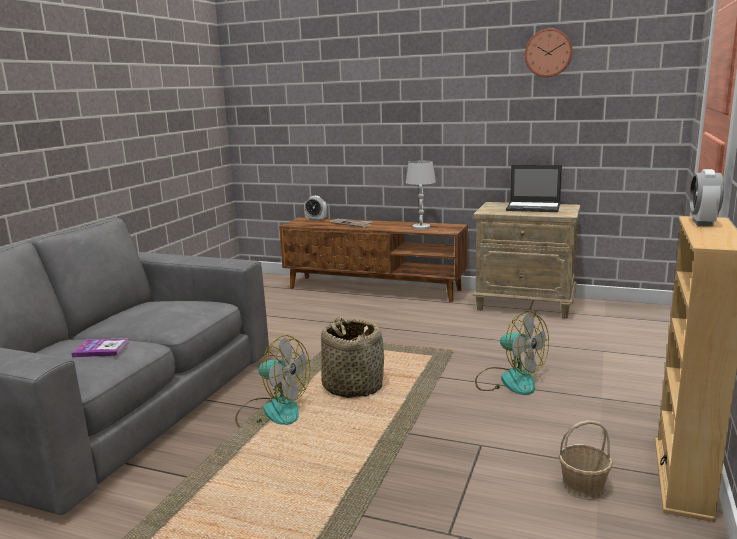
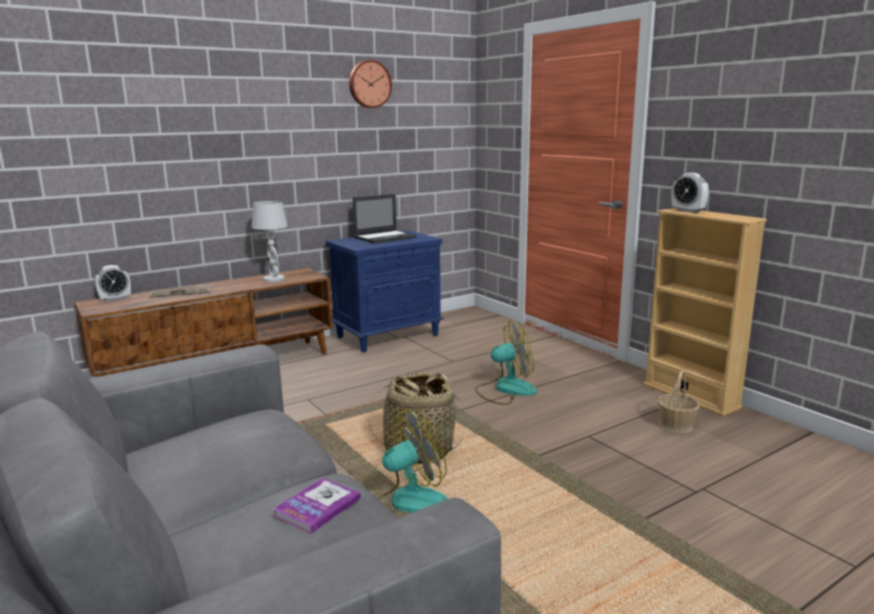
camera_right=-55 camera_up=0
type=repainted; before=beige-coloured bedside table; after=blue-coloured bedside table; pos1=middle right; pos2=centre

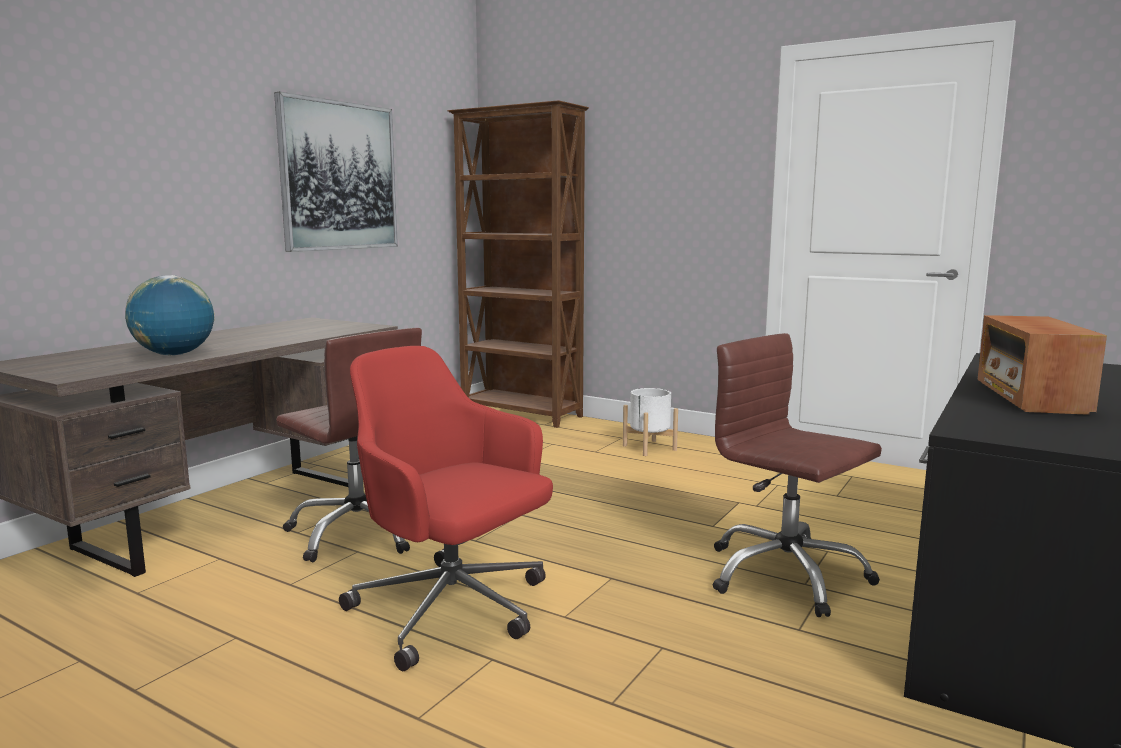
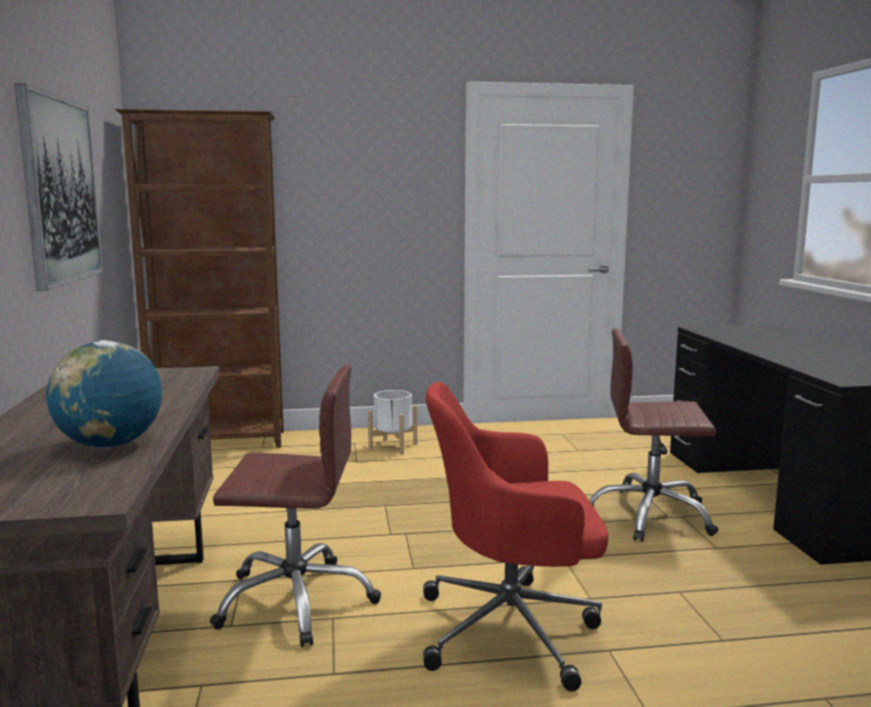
camera_right=-40 camera_up=0
type=gone; before=radio; pos1=middle right

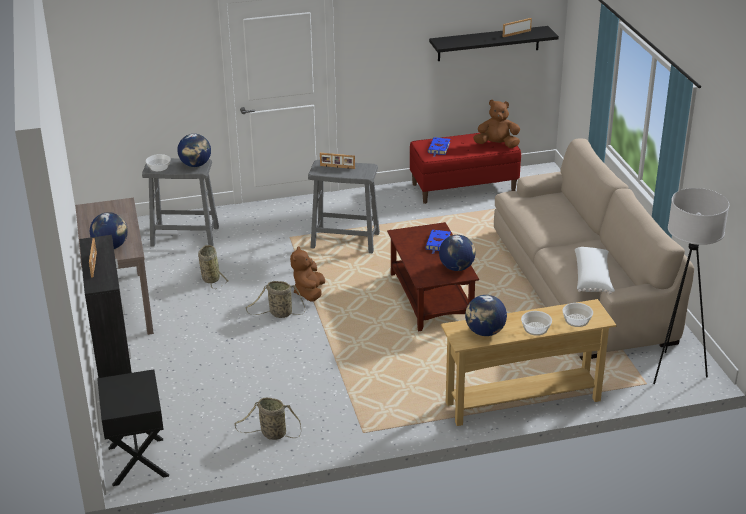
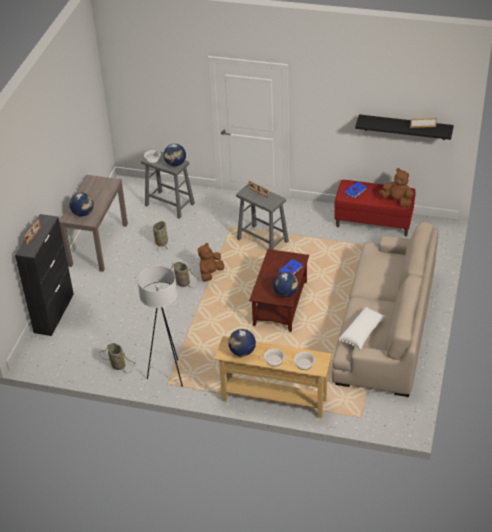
camera_right=30 camera_up=10
type=gone; before=blackish bedside table; pos1=bottom left
type=shifted; before=white-coloured floor lamp; pos1=middle right; pos2=middle left

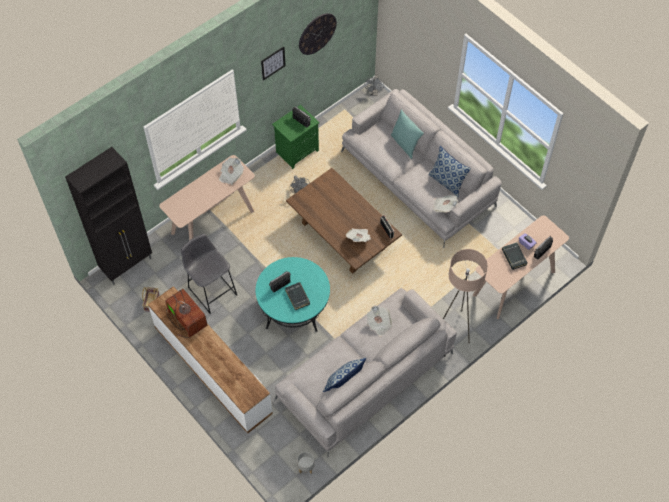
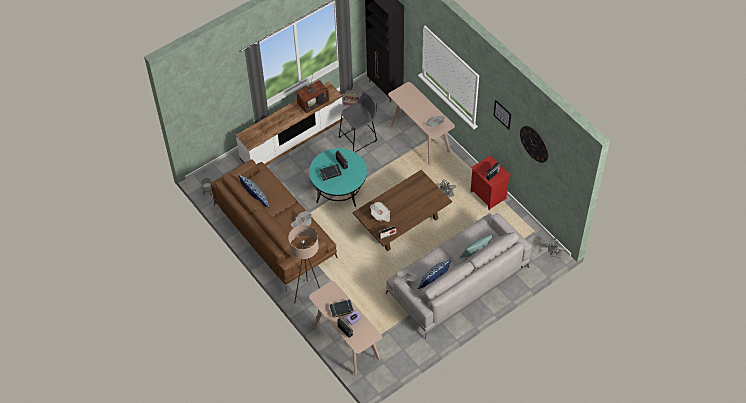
camera_right=95 camera_up=-5
type=repainted; before=green-coloured bedside table; after=red bedside table; pos1=top centre; pos2=centre
type=repainted; before=gray couch (no. 1 from left); after=brown-coloured couch; pos1=bottom centre; pos2=centre

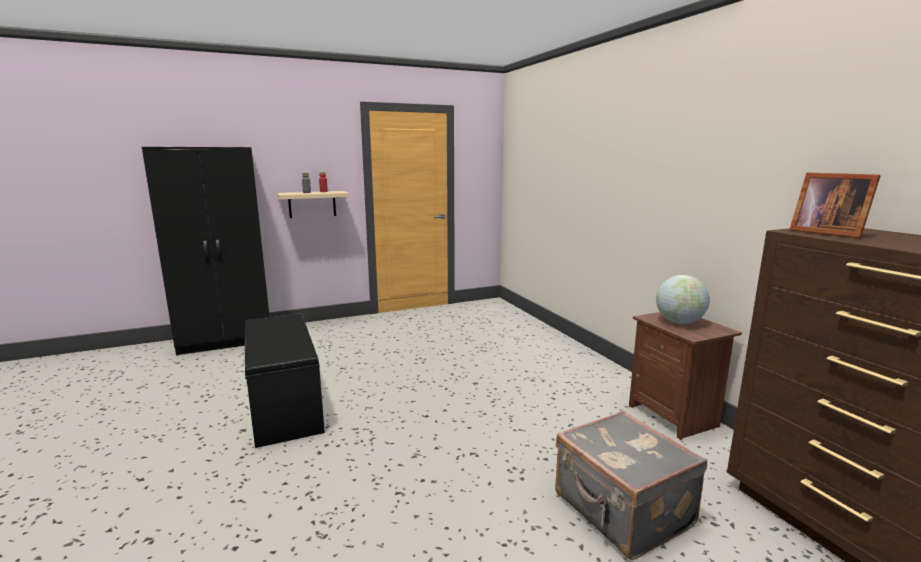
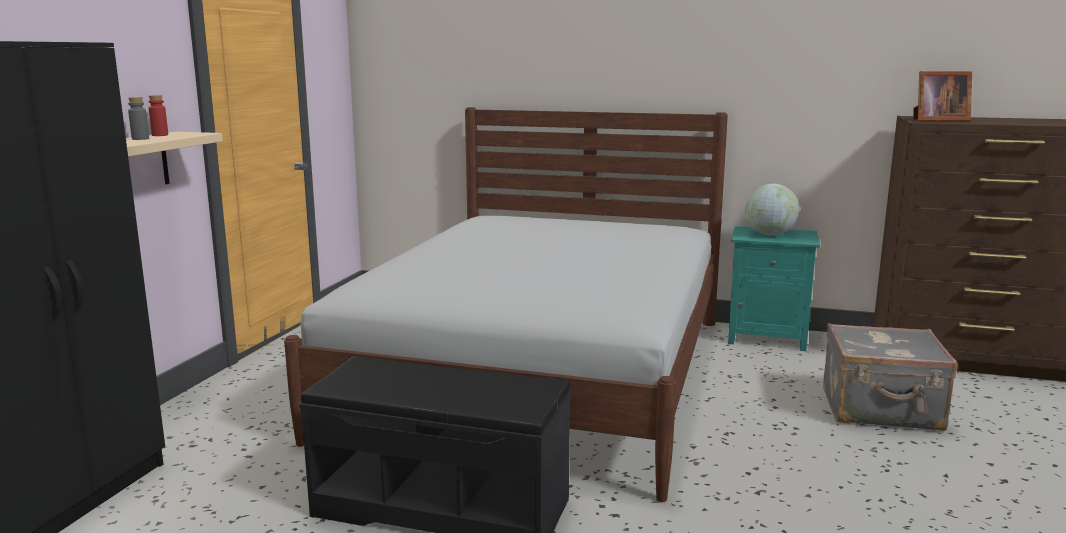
camera_right=-50 camera_up=0
type=repainted; before=brown-coloured bedside table; after=turquoise-coloured bedside table; pos1=bottom right; pos2=middle right
type=new; after=white-coloured bed; pos2=centre

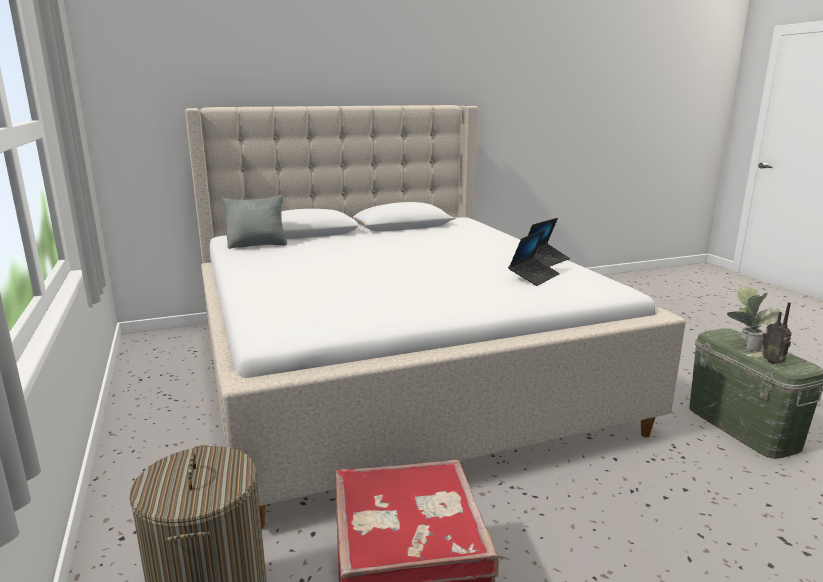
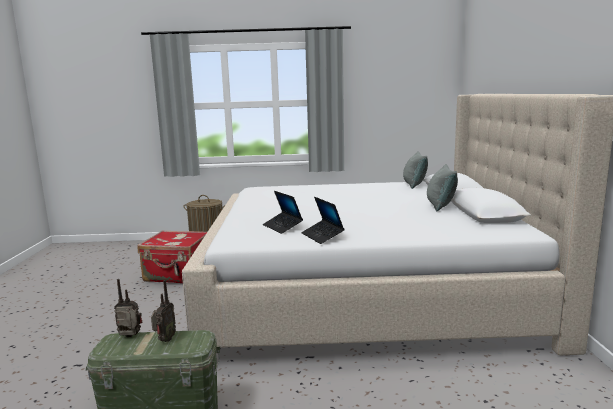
camera_right=110 camera_up=-5
type=swapped; before=plant in a pot; after=radio (no. 2 from left); pos1=middle right; pos2=bottom left
type=new; after=gray throw pillow (no. 2 from left); pos2=middle right

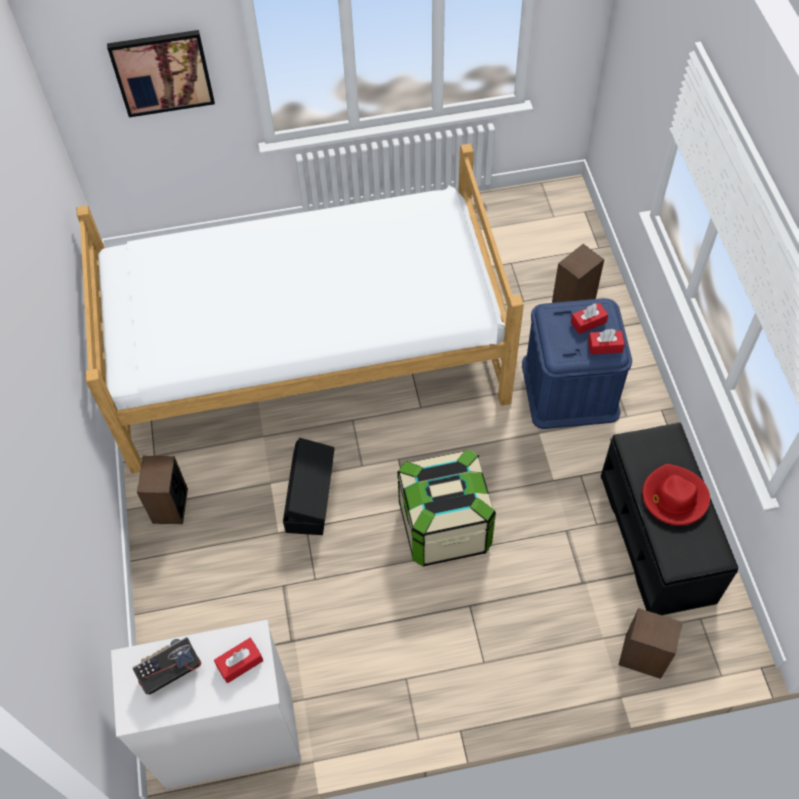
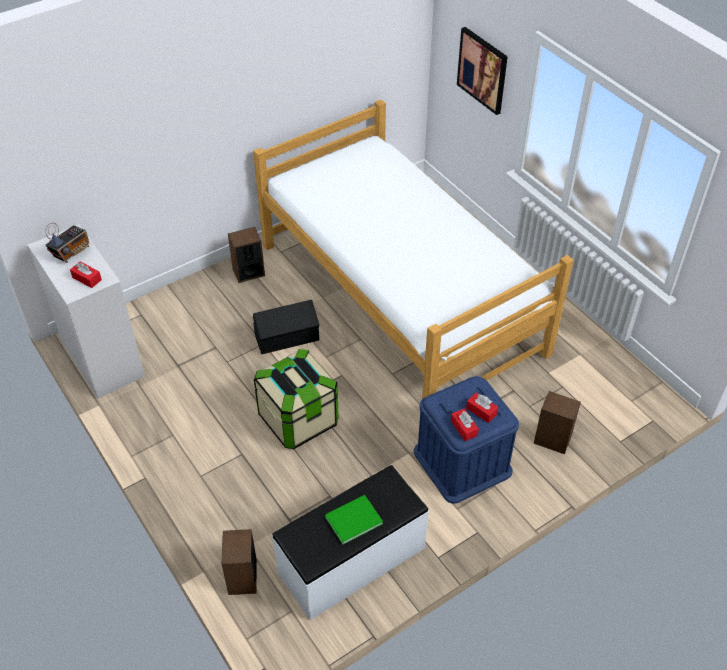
camera_right=65 camera_up=-10
type=rotated; before=radio; pos1=bottom left; pos2=middle left; turn=90
type=repainted; before=blackish long seat; after=white-coloured long seat; pos1=middle right; pos2=bottom centre
type=swapped; before=red wearable hat; after=green-coloured bound book; pos1=middle right; pos2=bottom centre

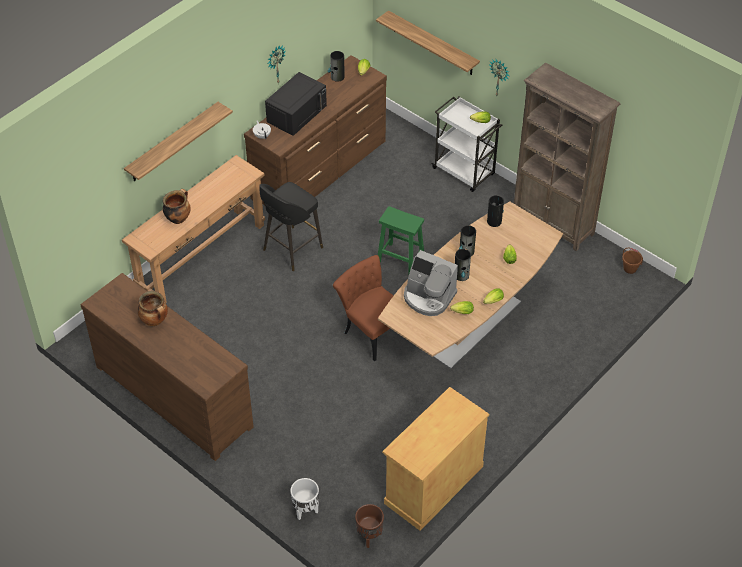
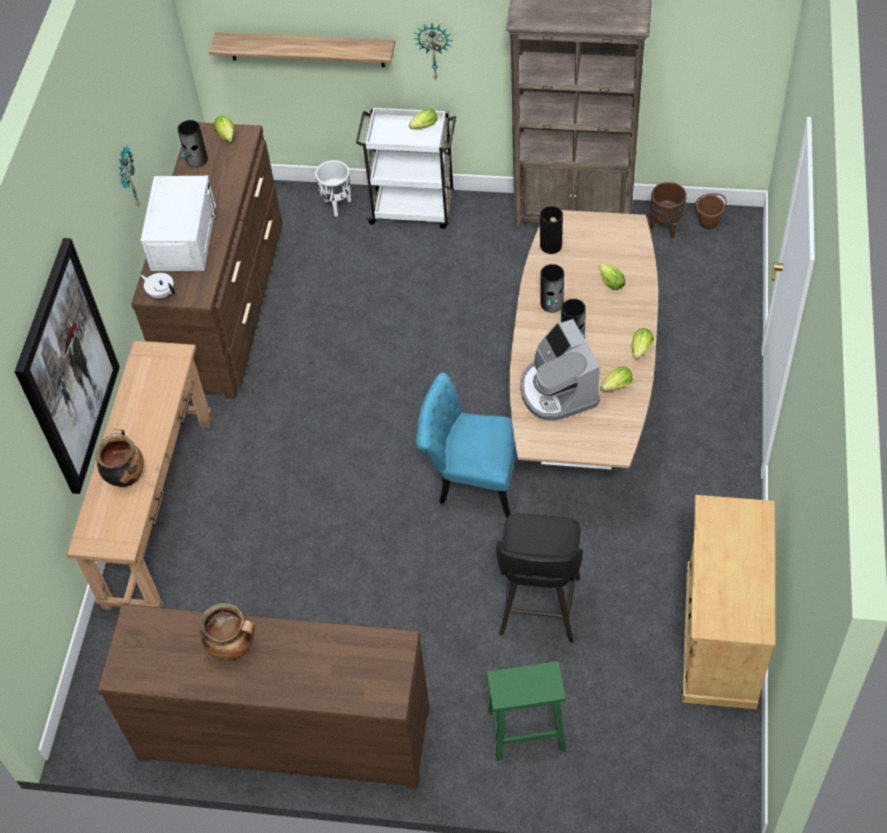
camera_right=-30 camera_up=5
type=swapped; before=bracket shelf (no. 1 from left); after=wall picture; pos1=top left; pos2=middle left
type=shifted; before=blackish stool; pos1=centre; pos2=bottom centre
type=repainted; before=blackish microwave oven; after=white-coloured microwave oven; pos1=top centre; pos2=top left
type=shifted; before=white-coloured flower pot; pos1=bottom centre; pos2=top centre
type=repainted; before=brown-coloured plain chair; after=turquoise-coloured plain chair; pos1=centre; pos2=centre
type=shifted; before=brown-coloured flower pot; pos1=bottom centre; pos2=top right
type=shifted; before=green-coloured stool; pos1=centre; pos2=bottom centre
type=rotated; before=coffee brewer; pos1=centre; pos2=centre; turn=75

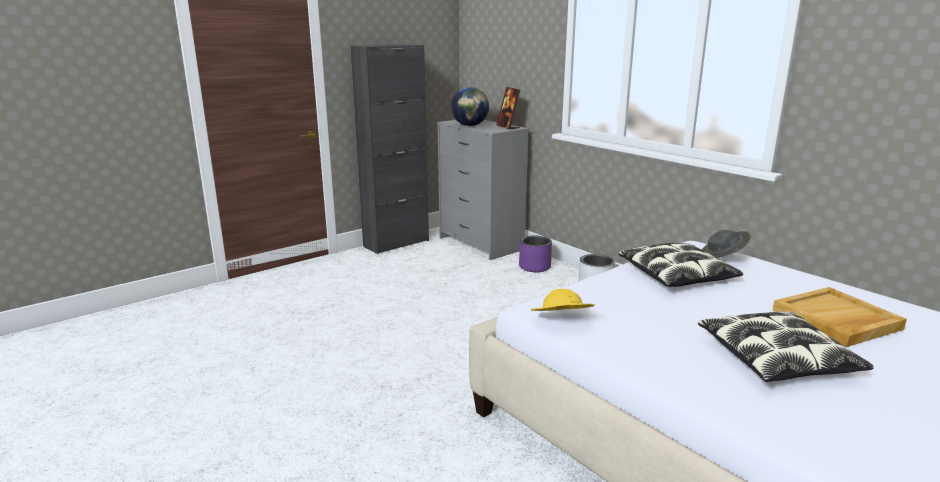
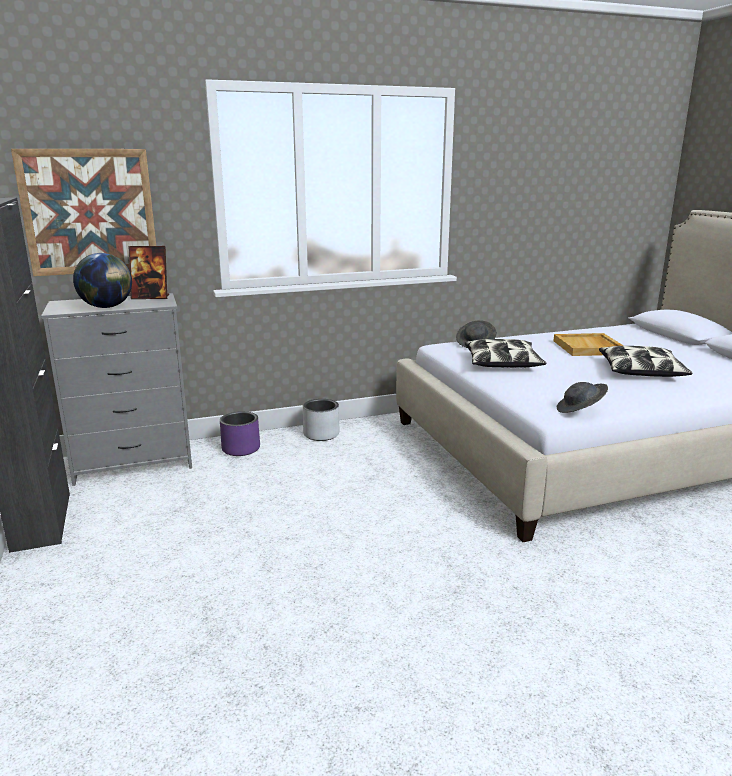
camera_right=-70 camera_up=0
type=repainted; before=yellowish wearable hat; after=gray wearable hat (no. 2 from left); pos1=centre; pos2=middle right
type=new; after=wall picture; pos2=top left

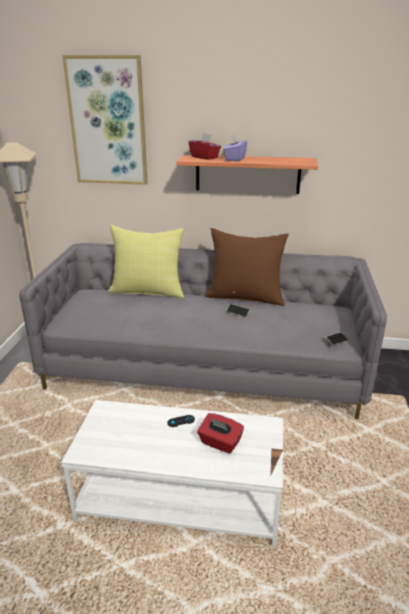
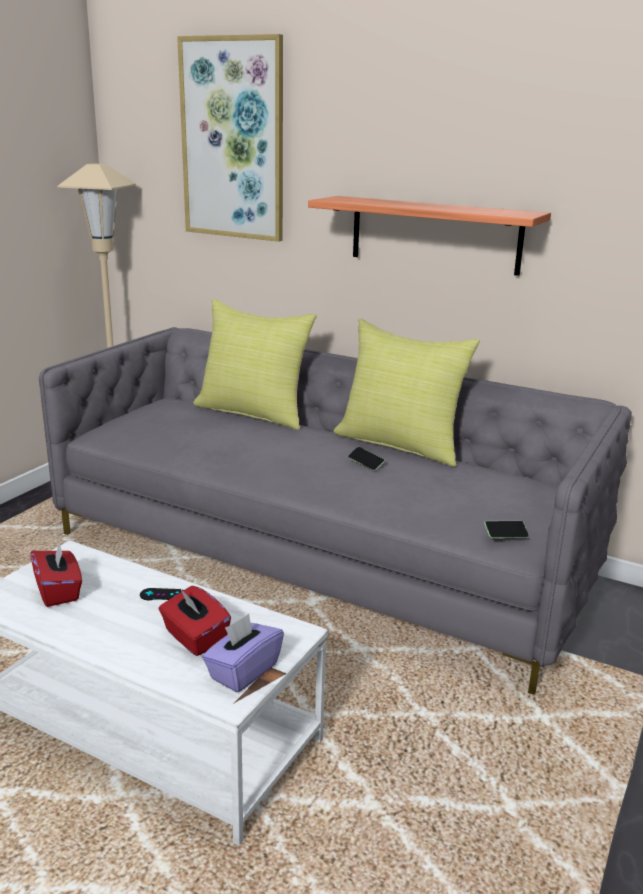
camera_right=20 camera_up=-5
type=shifted; before=red tissue box (no. 1 from left); pos1=top centre; pos2=middle left
type=repainted; before=brown-coloured throw pillow; after=yellowish throw pillow (no. 2 from left); pos1=centre; pos2=centre
type=shifted; before=purplish tissue box; pos1=top centre; pos2=bottom centre

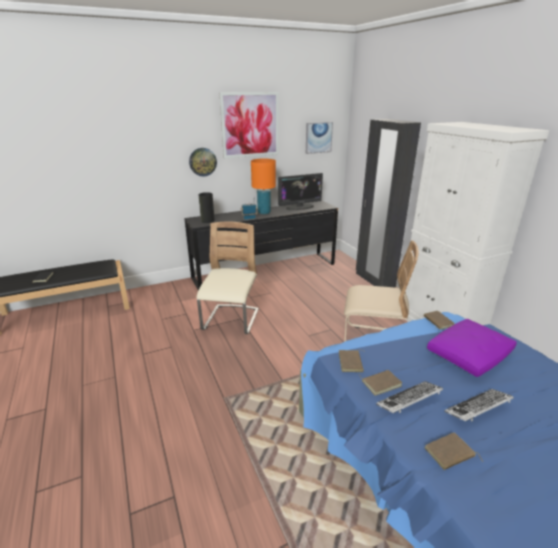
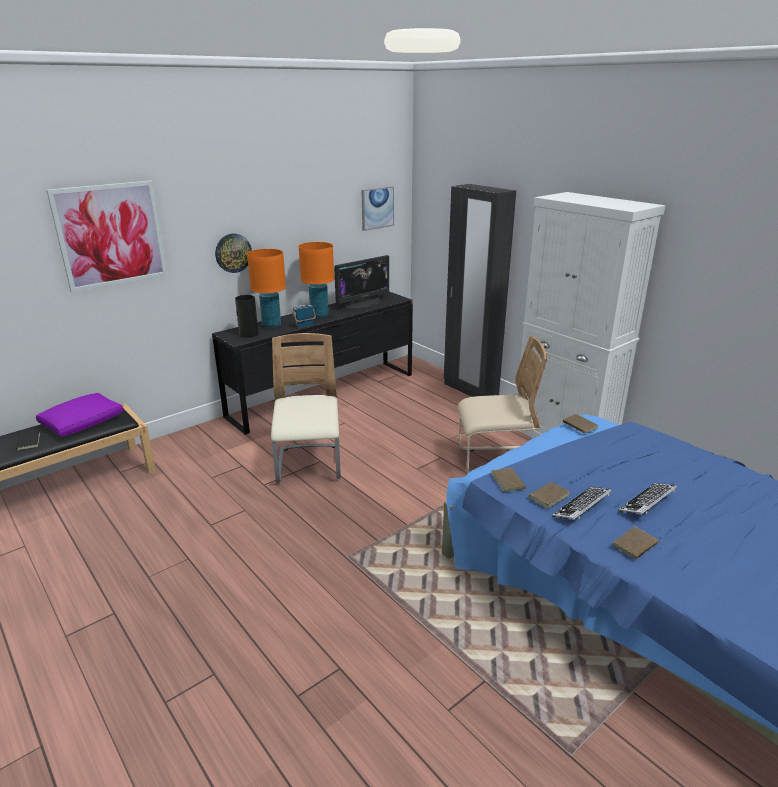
camera_right=-15 camera_up=0
type=shifted; before=wall picture (no. 1 from left); pos1=top centre; pos2=top left
type=shifted; before=purplish throw pillow; pos1=middle right; pos2=middle left
type=new; after=orange-coloured table lamp (no. 1 from left); pos2=centre

